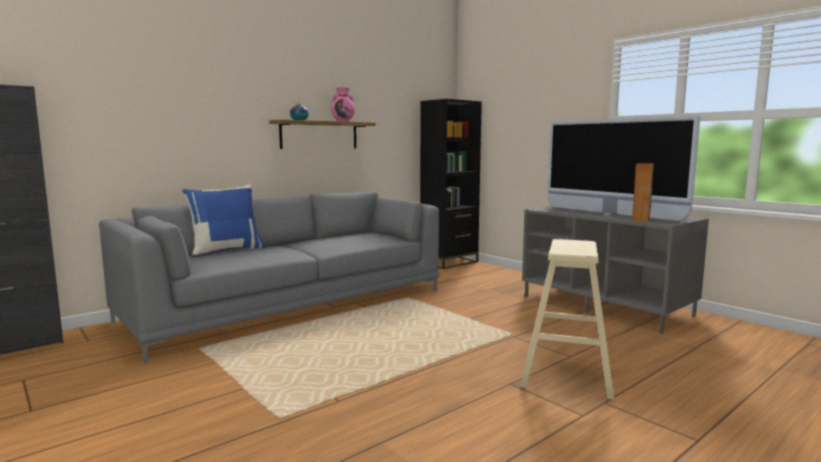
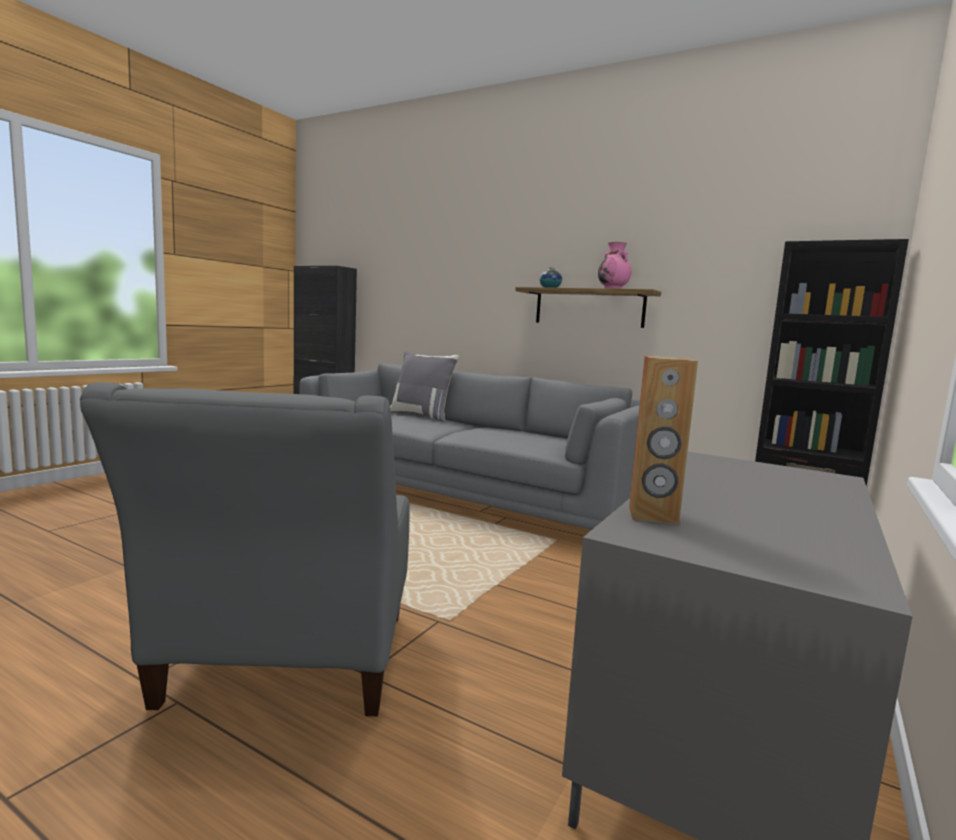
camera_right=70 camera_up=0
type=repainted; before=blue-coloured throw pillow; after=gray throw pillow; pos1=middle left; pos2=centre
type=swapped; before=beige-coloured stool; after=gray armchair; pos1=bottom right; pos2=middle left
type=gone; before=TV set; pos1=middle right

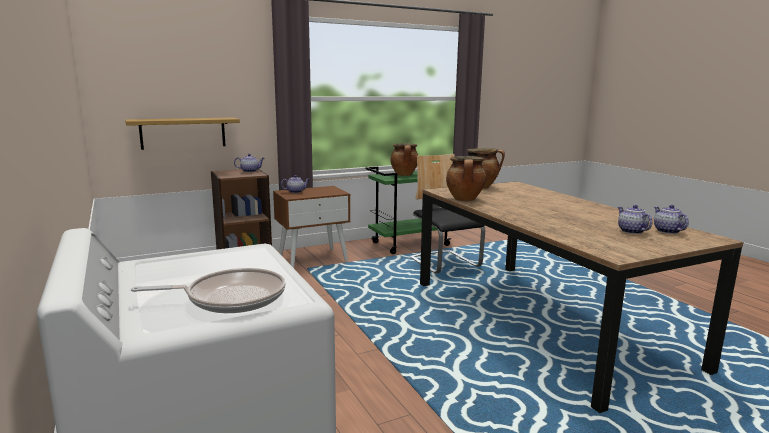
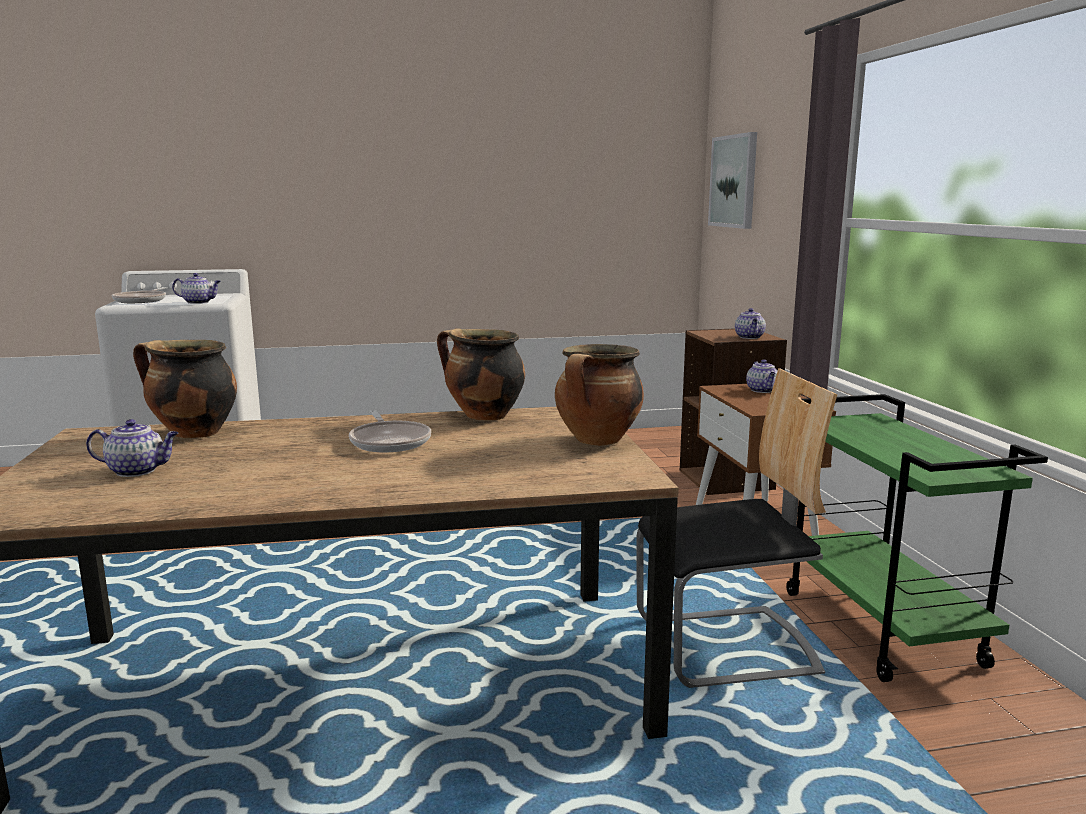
camera_right=105 camera_up=0
type=gone; before=bracket shelf; pos1=top left
type=shifted; before=cooking pot (no. 1 from left); pos1=centre; pos2=middle left
type=shifted; before=tea pot (no. 4 from left in the first image); after=tea pot (no. 2 from left); pos1=middle right; pos2=middle left
type=new; after=frying pan (no. 2 from left); pos2=centre
type=new; after=wall picture; pos2=top right

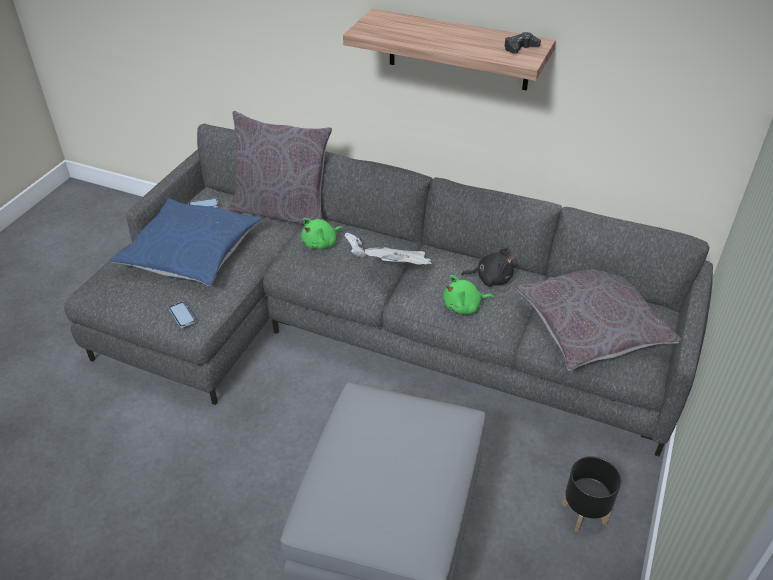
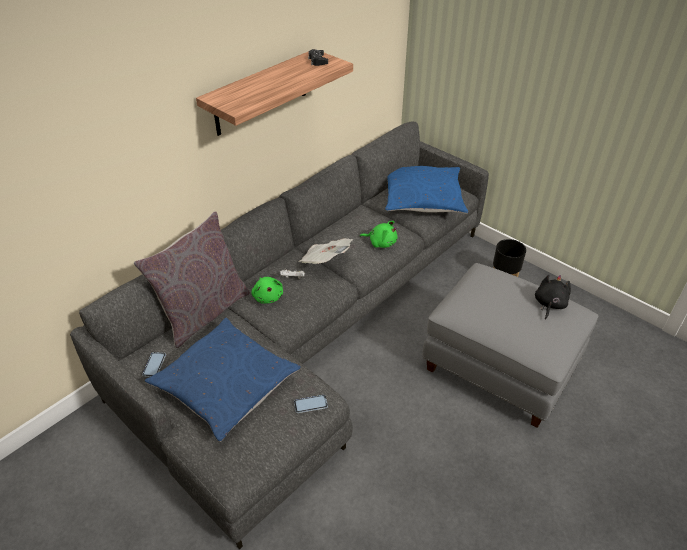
camera_right=-70 camera_up=0
type=rotated; before=green-coloured soft toy (no. 2 from left); pos1=centre; pos2=centre; turn=-75
type=shifted; before=blackish soft toy; pos1=centre; pos2=middle right
type=repainted; before=gray throw pillow (no. 2 from left); after=blue-coloured throw pillow (no. 2 from left); pos1=middle right; pos2=centre

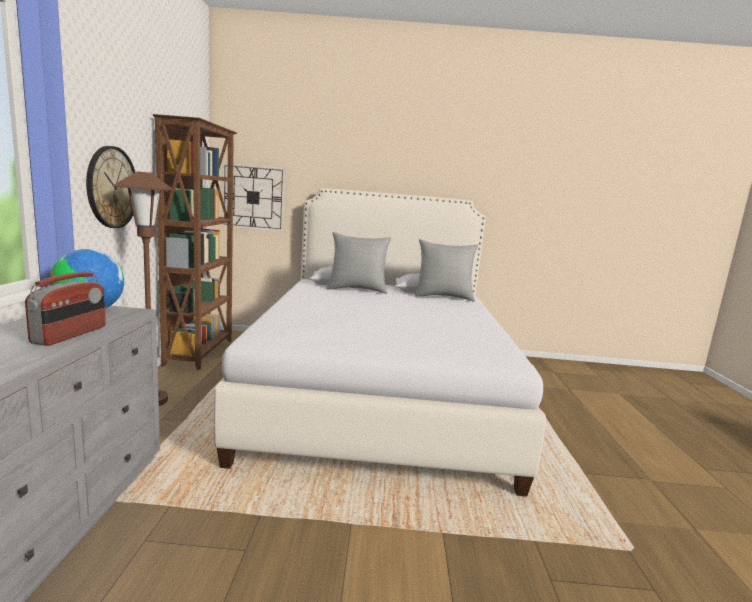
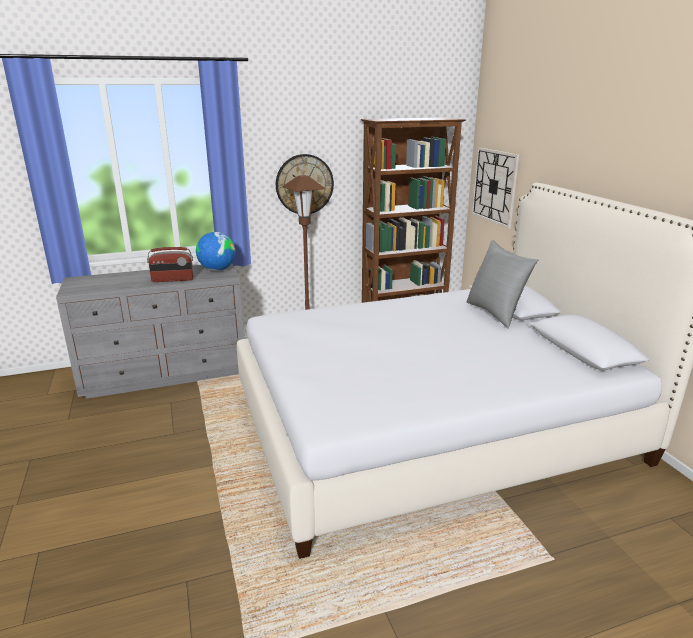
camera_right=70 camera_up=10
type=gone; before=gray throw pillow (no. 2 from left); pos1=centre

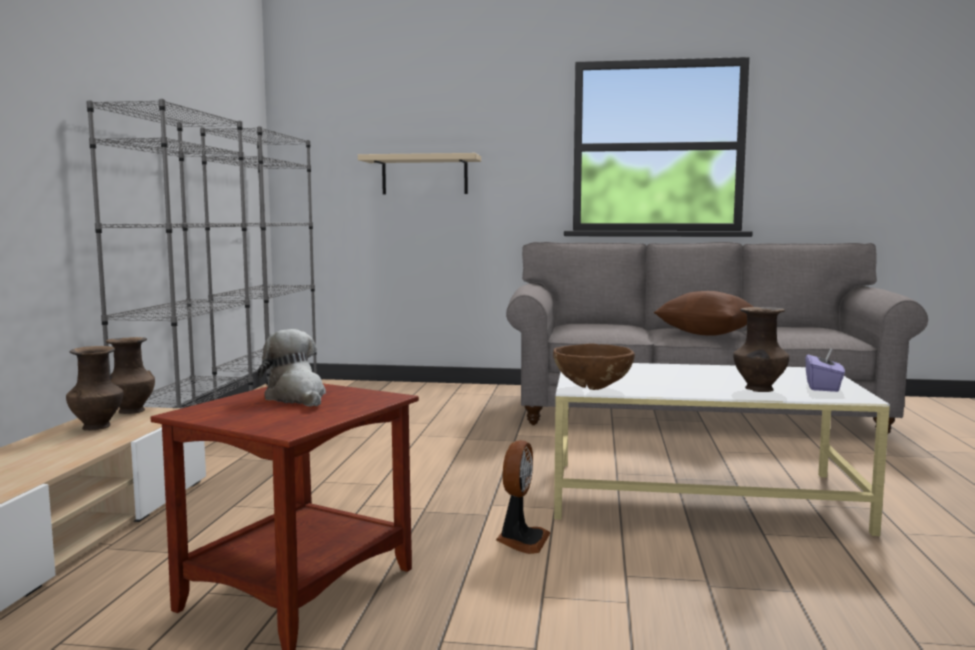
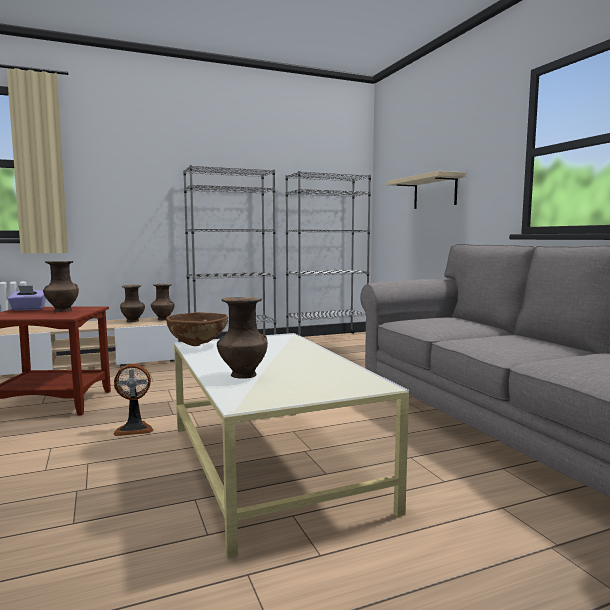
camera_right=60 camera_up=0
type=swapped; before=soft toy; after=brown-coloured flower vase (no. 1 from left); pos1=middle left; pos2=middle left
type=gone; before=brown-coloured throw pillow; pos1=middle right
type=shifted; before=purplish tissue box; pos1=middle right; pos2=middle left

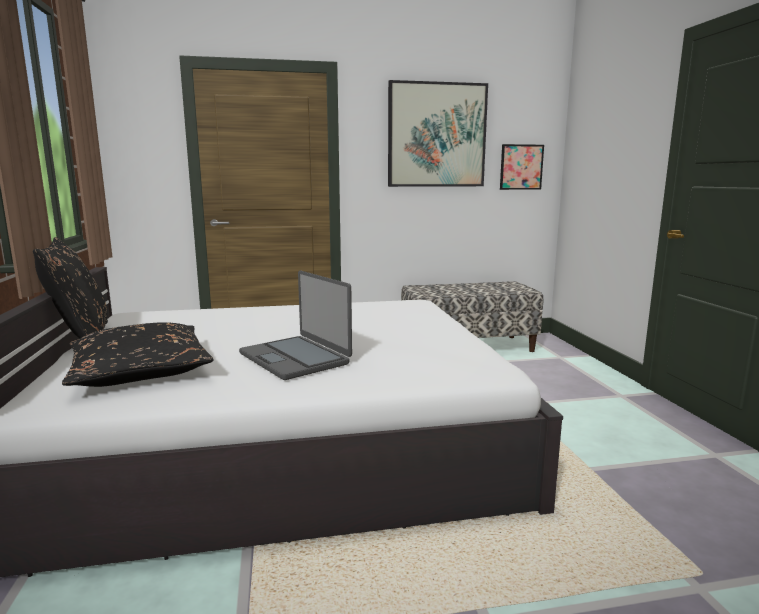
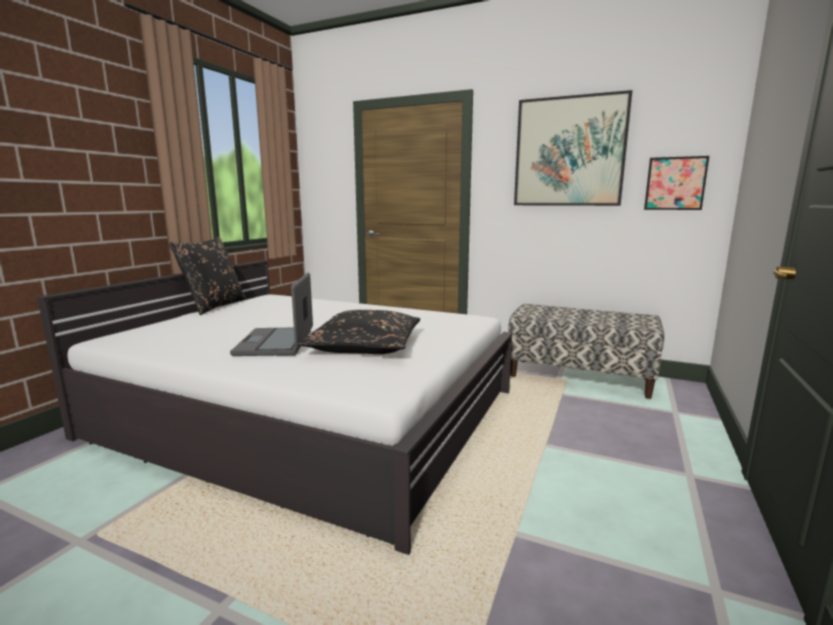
camera_right=35 camera_up=0
type=shifted; before=blackish throw pillow (no. 2 from left); pos1=middle left; pos2=centre

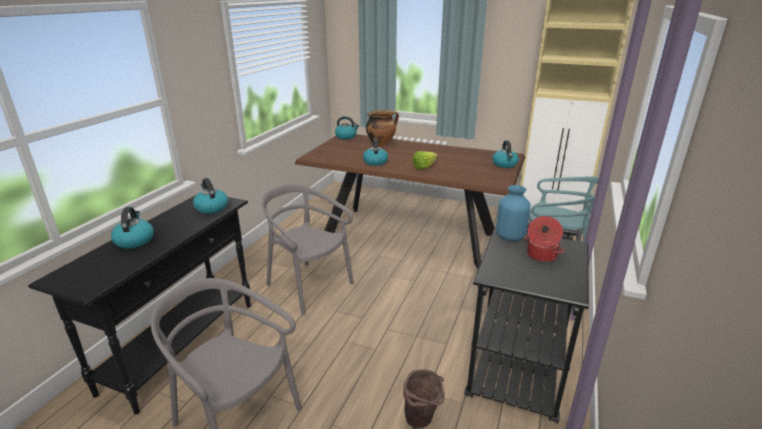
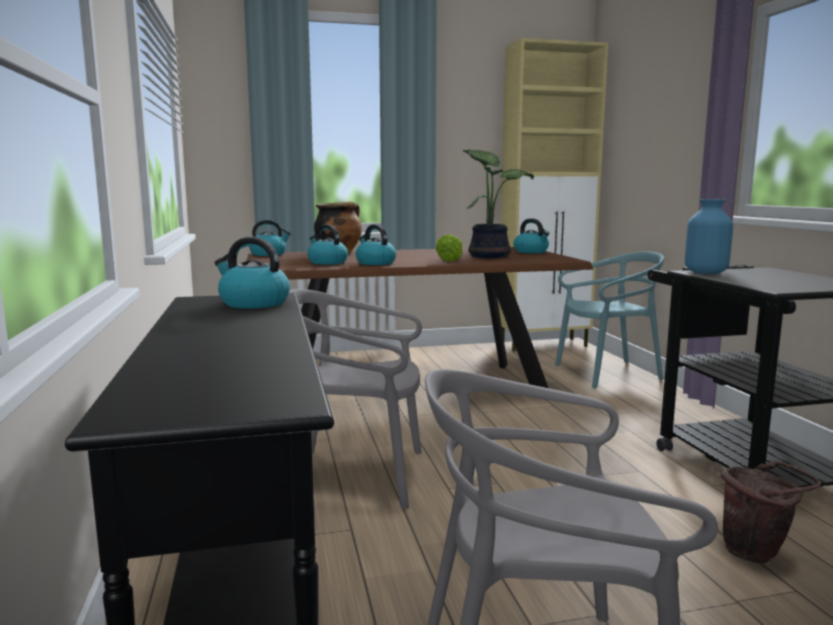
camera_right=-35 camera_up=-15
type=shifted; before=kettle (no. 1 from left in the first image); after=kettle (no. 3 from left); pos1=middle left; pos2=centre
type=gone; before=cooking pot (no. 2 from left); pos1=middle right
type=new; after=plant in a pot; pos2=top centre

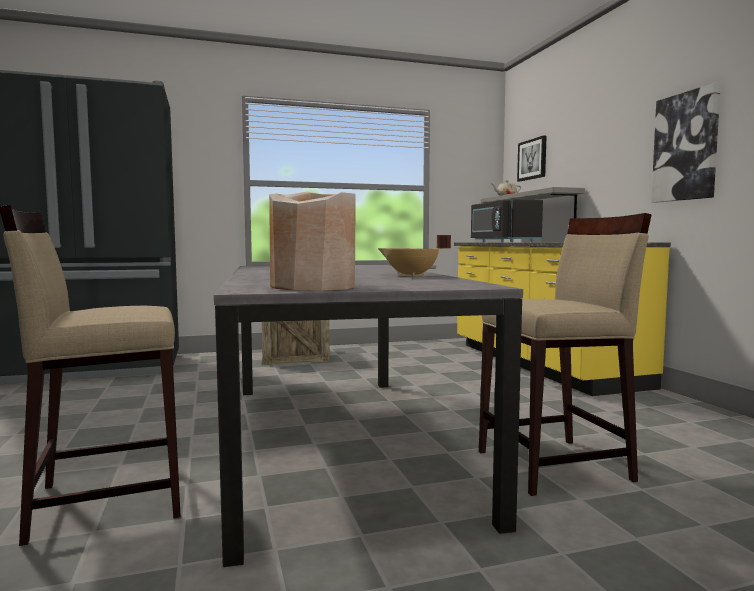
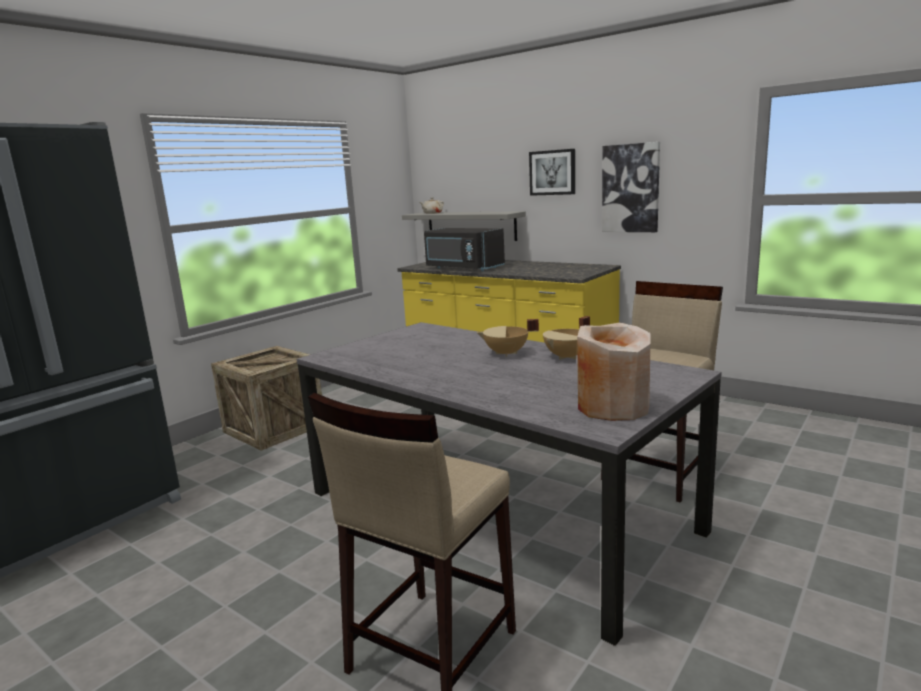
camera_right=-35 camera_up=10
type=shifted; before=wall picture (no. 1 from left); pos1=top right; pos2=top centre
type=new; after=beige-coloured cooking pot (no. 1 from left); pos2=centre

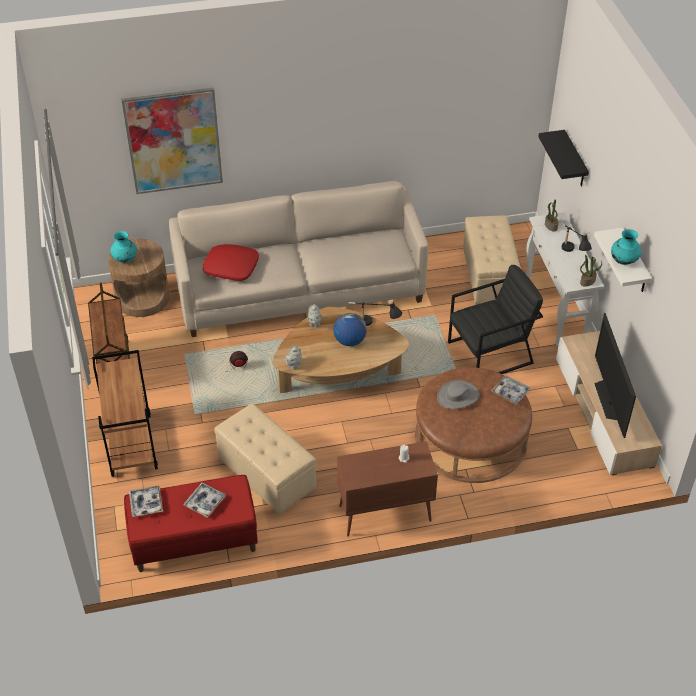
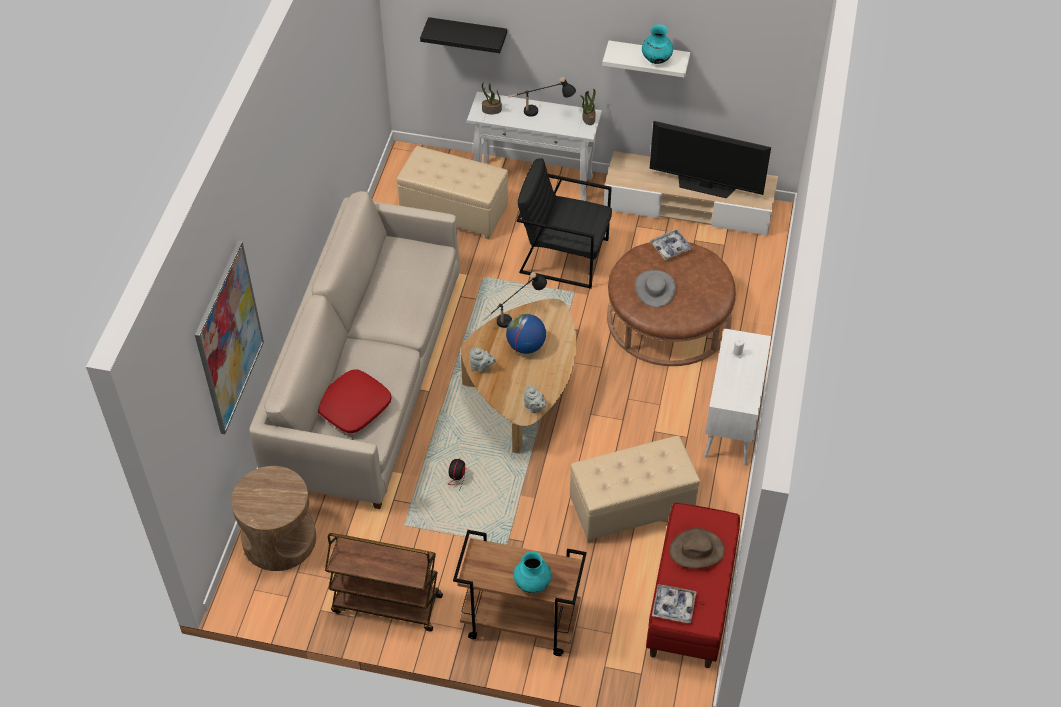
camera_right=-65 camera_up=5
type=shifted; before=turquoise-coloured flower vase (no. 1 from left); pos1=middle left; pos2=bottom centre
type=swapped; before=tray (no. 2 from left); after=brown-coloured wearable hat; pos1=bottom left; pos2=bottom centre
type=repainted; before=brown-coloured cabinet; after=white-coloured cabinet; pos1=bottom centre; pos2=middle right
type=rotated; before=blackish armchair; pos1=middle right; pos2=top centre; turn=-75

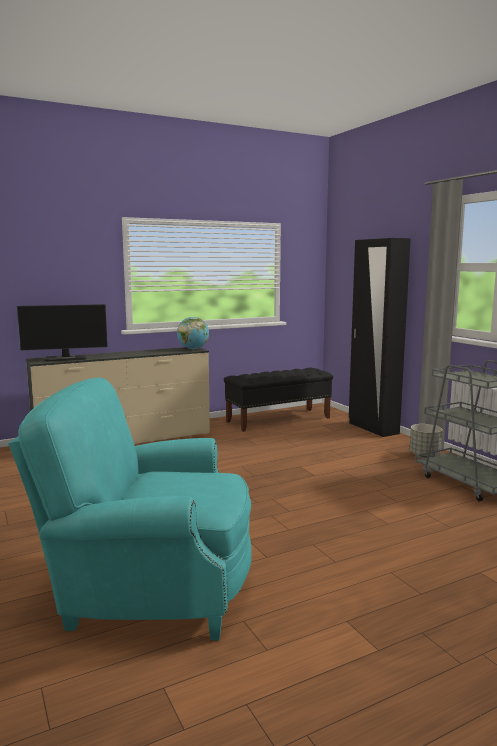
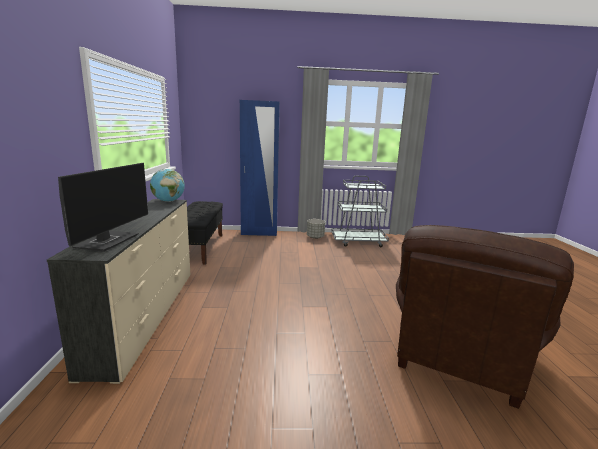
camera_right=-65 camera_up=5
type=repainted; before=turquoise-coloured armchair; after=brown-coloured armchair; pos1=bottom left; pos2=bottom right
type=repainted; before=blackish armoire; after=blue-coloured armoire; pos1=middle right; pos2=centre

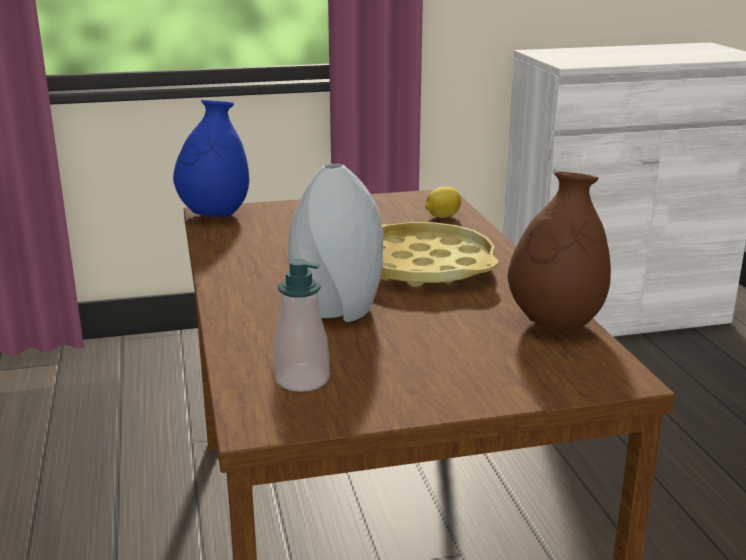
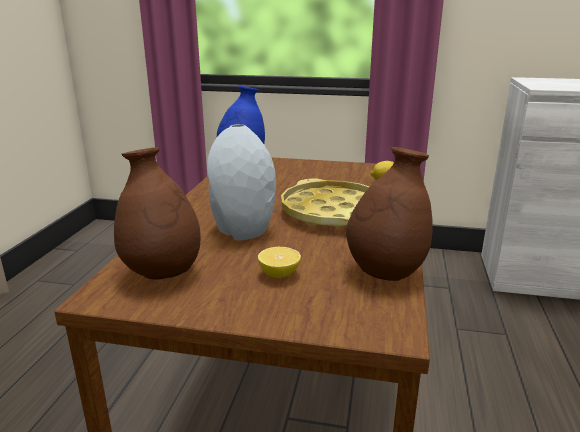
camera_right=25 camera_up=0
type=swapped; before=soap bottle; after=brown-coloured flower vase (no. 1 from left); pos1=centre; pos2=middle left
type=new; after=whole lemon (no. 1 from left); pos2=centre

